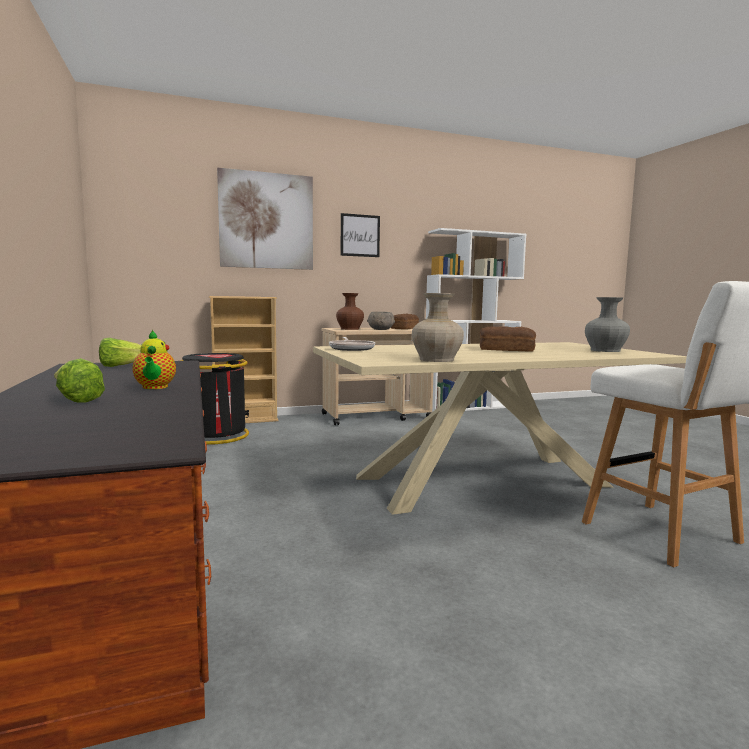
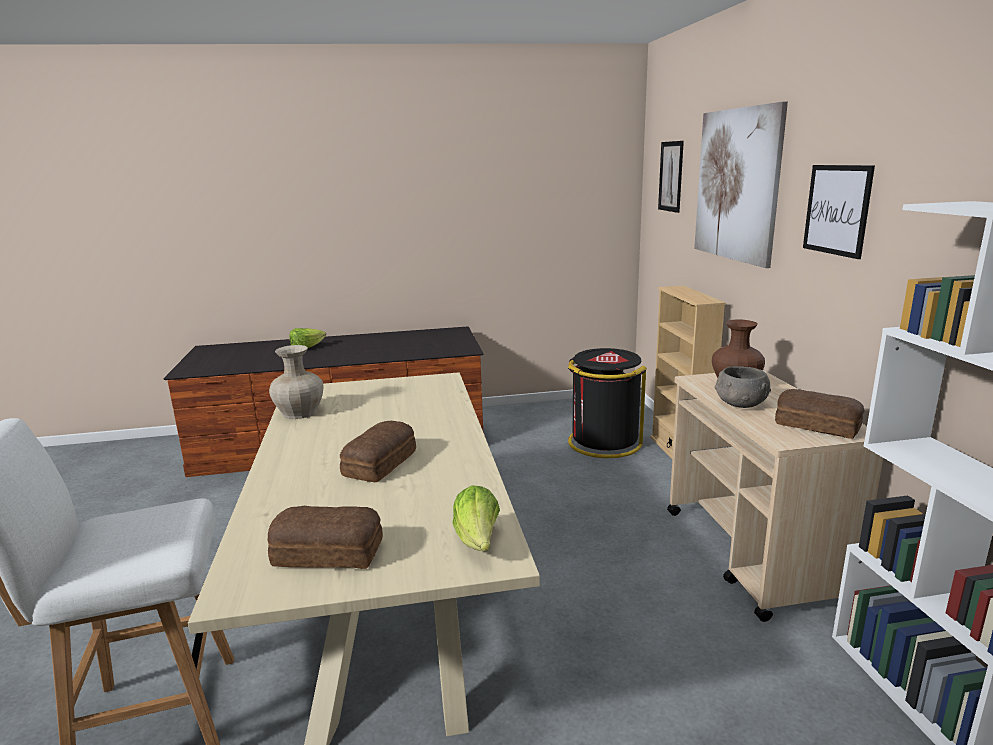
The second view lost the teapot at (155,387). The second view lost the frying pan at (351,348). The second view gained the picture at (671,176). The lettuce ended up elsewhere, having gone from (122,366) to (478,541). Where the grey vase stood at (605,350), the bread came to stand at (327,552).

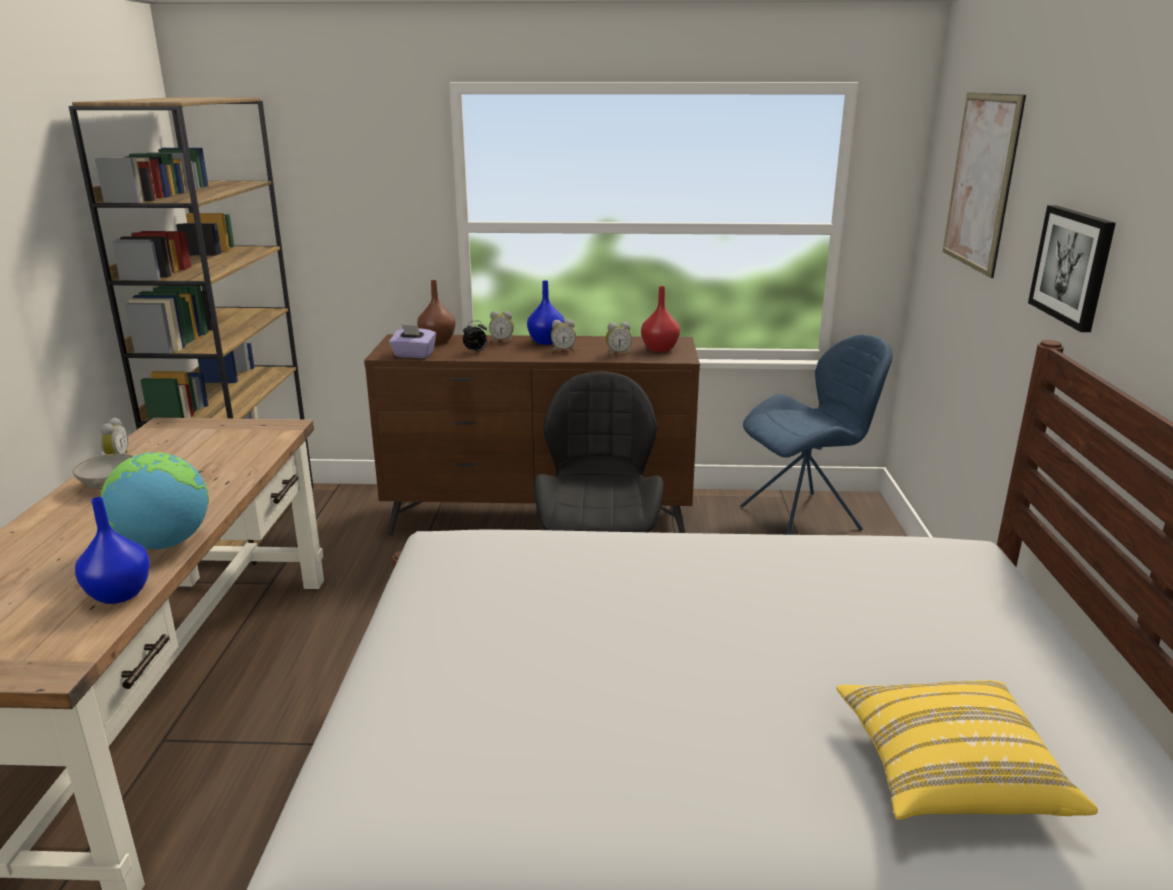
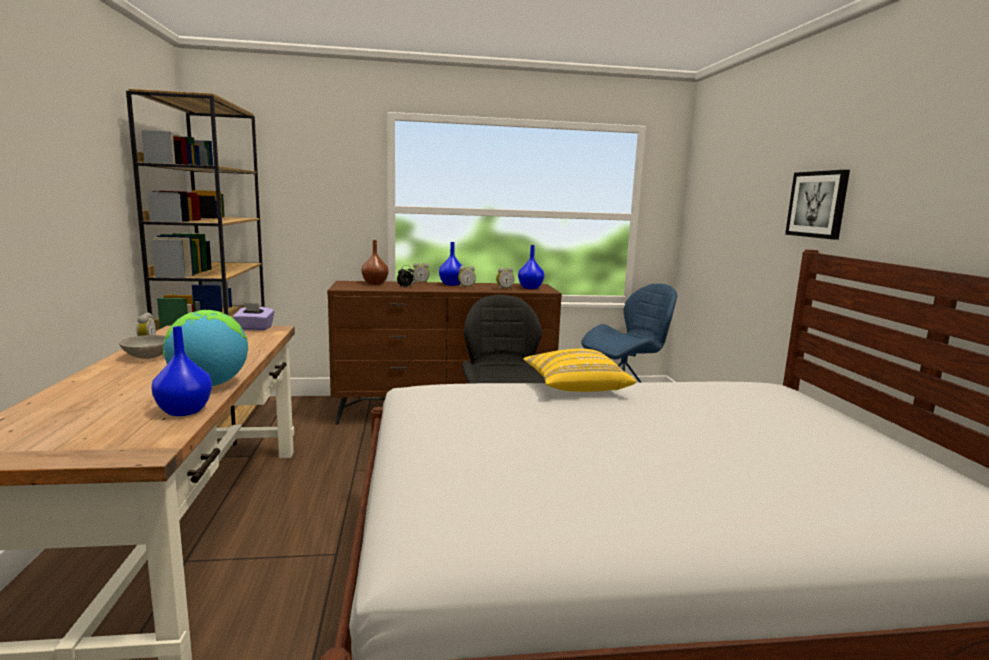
The second view lost the picture at (981,181). The purple tissue box ended up elsewhere, having gone from (413,355) to (254,328). The yellow pillow ended up elsewhere, having gone from (948,774) to (575,387). What was the red vase at (659,349) turned into the blue vase at (530,288).

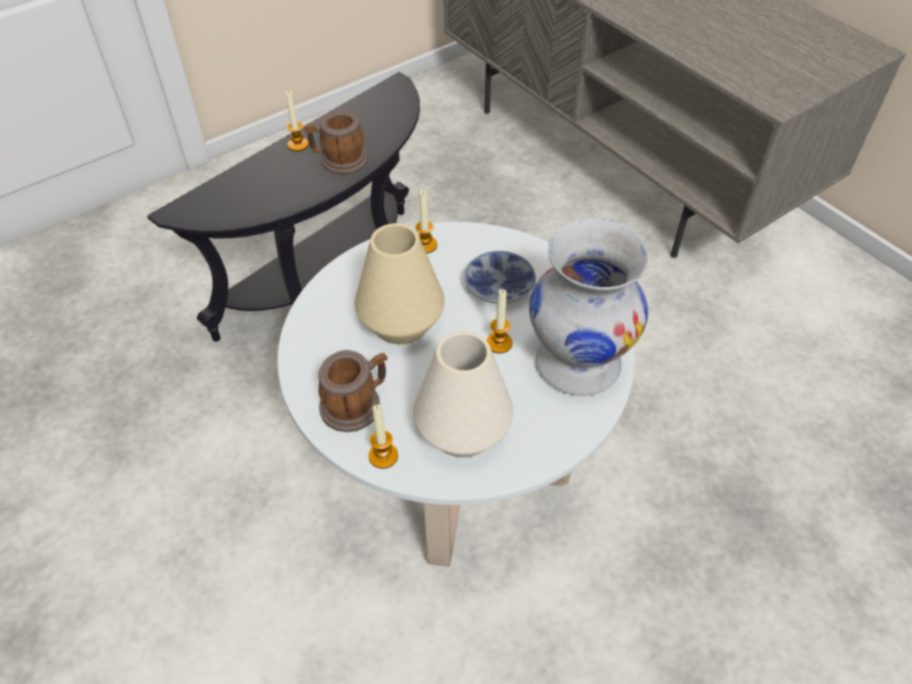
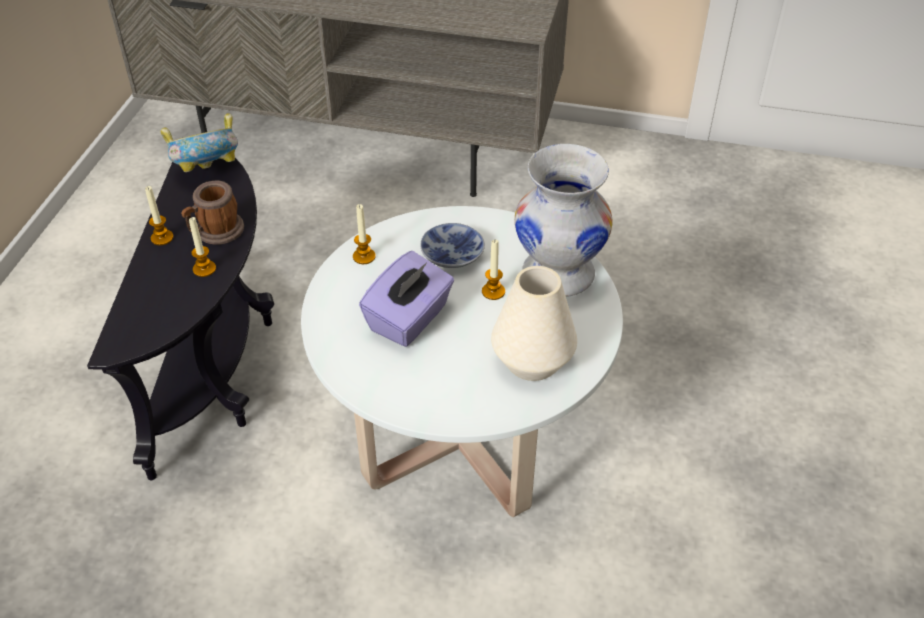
The second view lost the mug at (356,404). The second view gained the bowl at (208,171). The candle ended up elsewhere, having gone from (383,456) to (204,269). Where the beige vase stood at (401,323), the purple tissue box came to stand at (409,319).

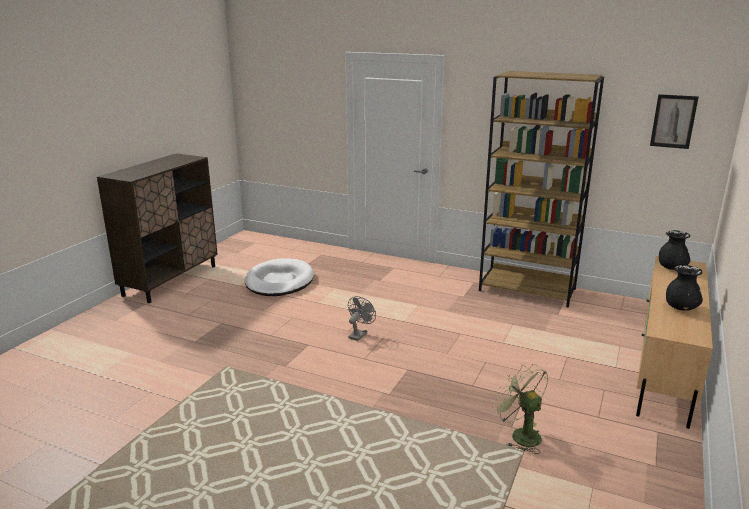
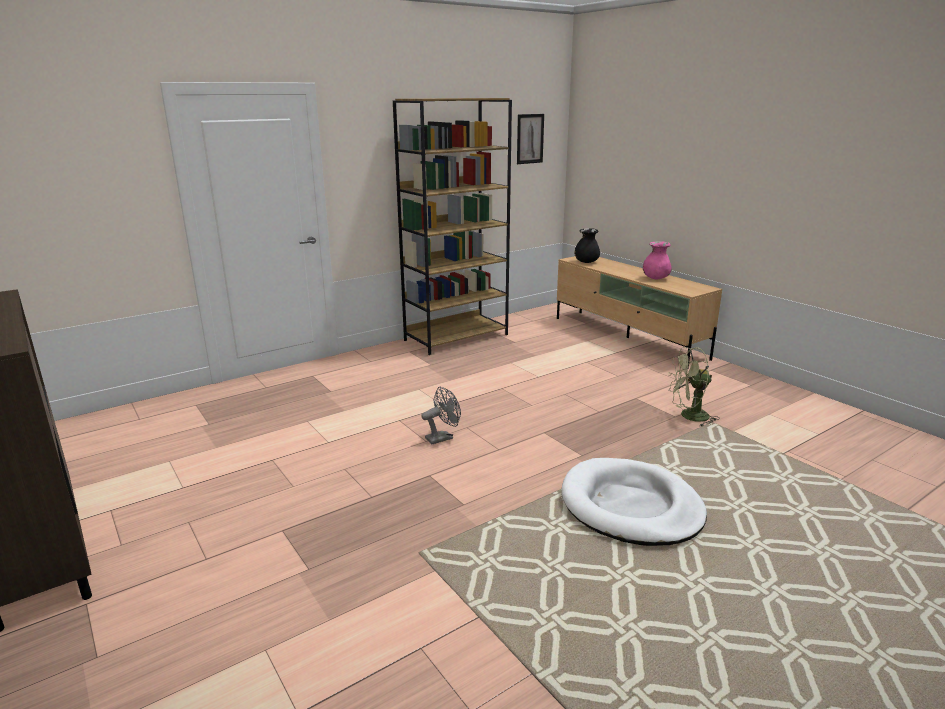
The white dog bed ended up elsewhere, having gone from (279,281) to (630,507). What was the black vase at (680,308) turned into the pink vase at (655,278). The grey fan at (359,334) ended up facing another way, 90 degrees clockwise from before.

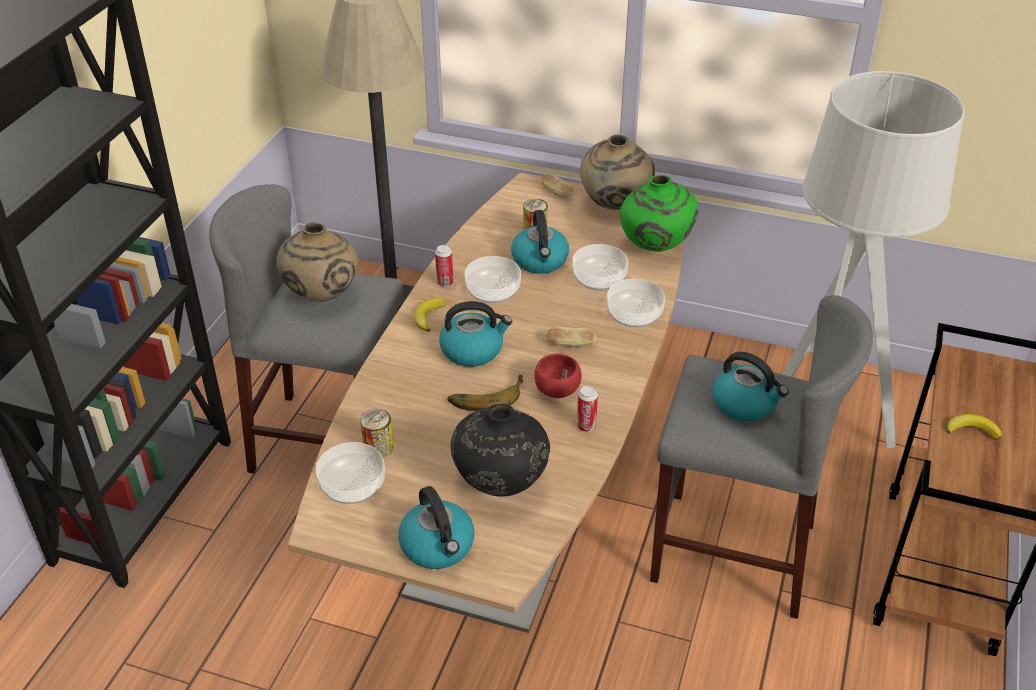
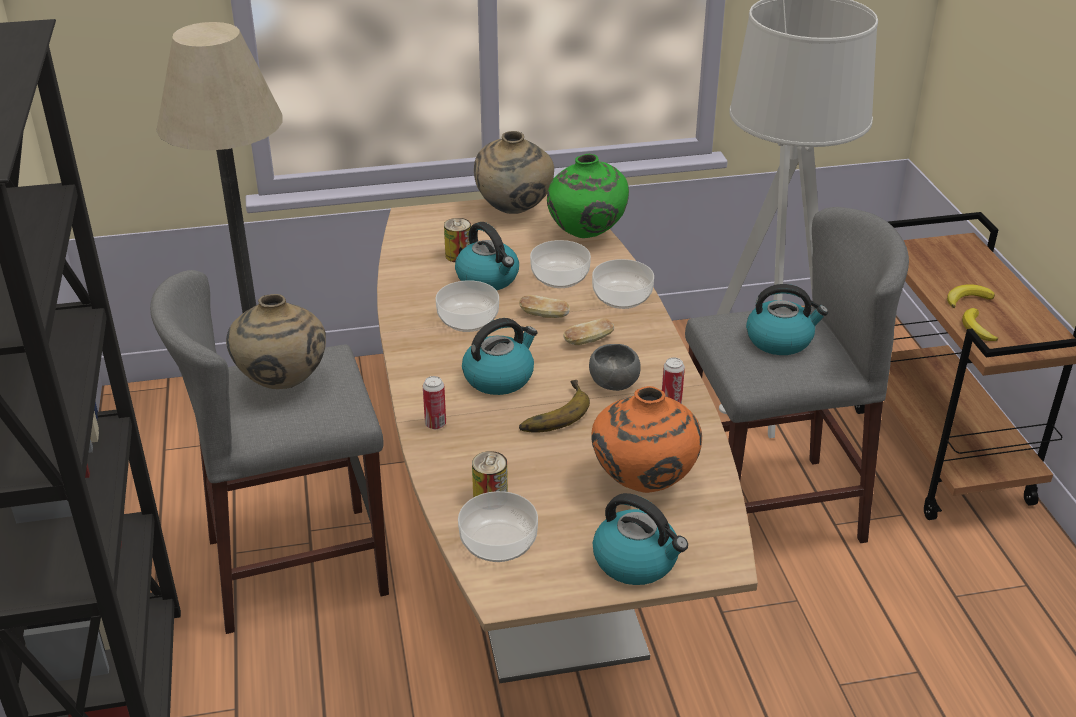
The banana ended up elsewhere, having gone from (428,316) to (976,328). The can ended up elsewhere, having gone from (445,283) to (435,424). The bread ended up elsewhere, having gone from (556,193) to (544,315). What was the black vase at (500,486) turned into the orange vase at (643,485). What was the red bowl at (556,389) turned into the grey bowl at (612,383).

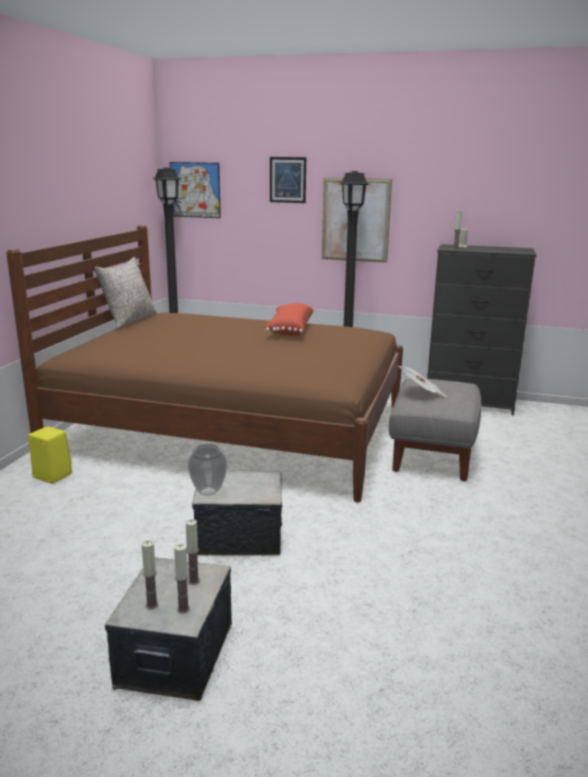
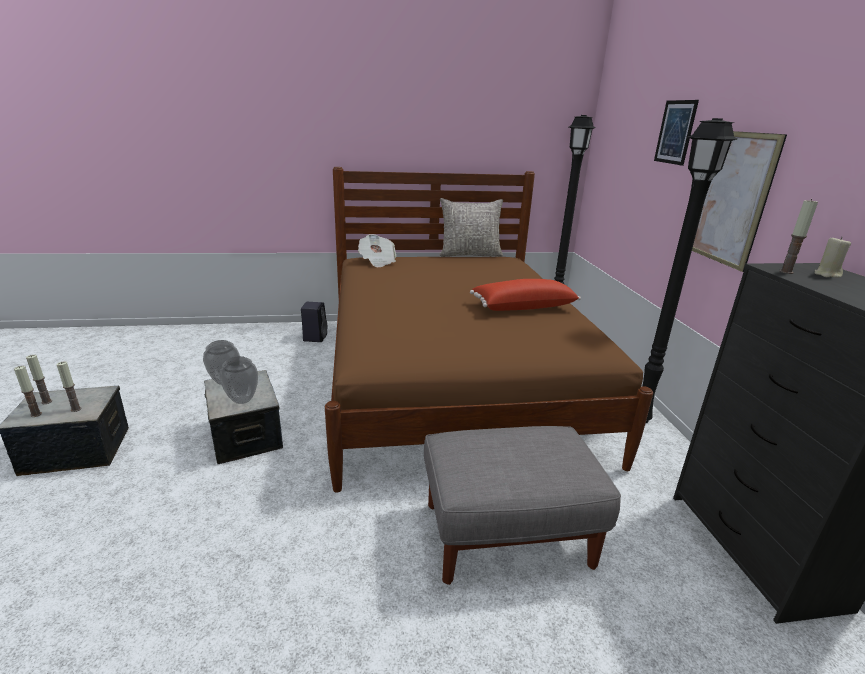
The second view lost the picture at (195,190). The second view gained the vase at (243,400). The newspaper ended up elsewhere, having gone from (422,393) to (377,261). What was the yellow speaker at (51,475) turned into the black speaker at (315,337).

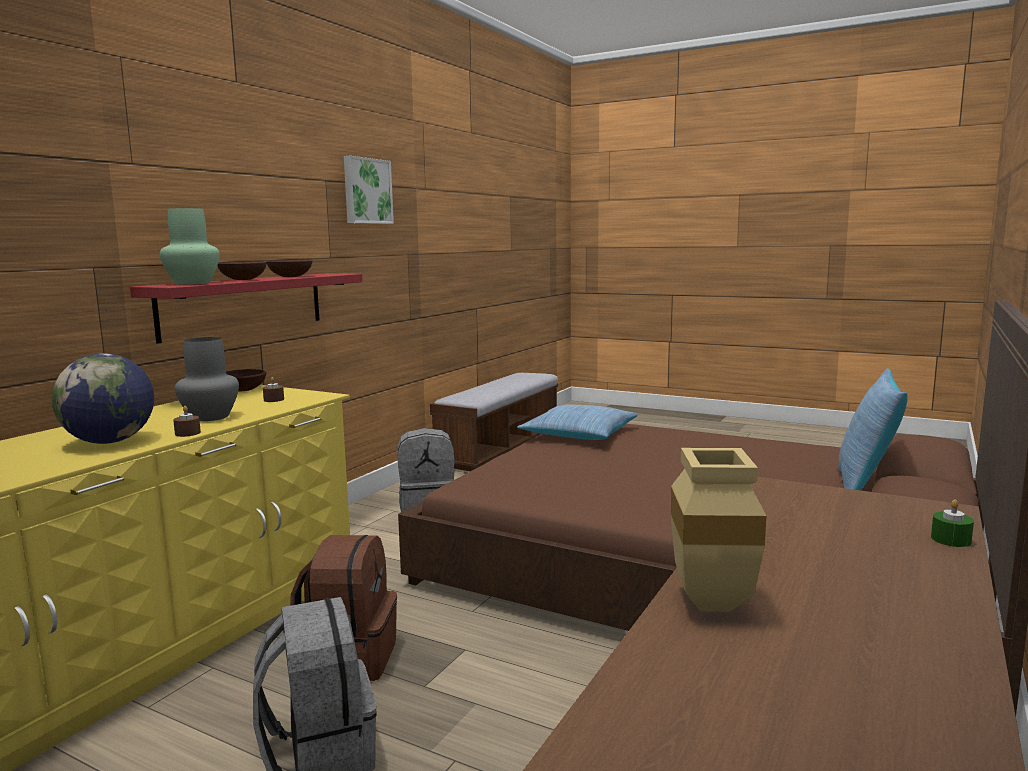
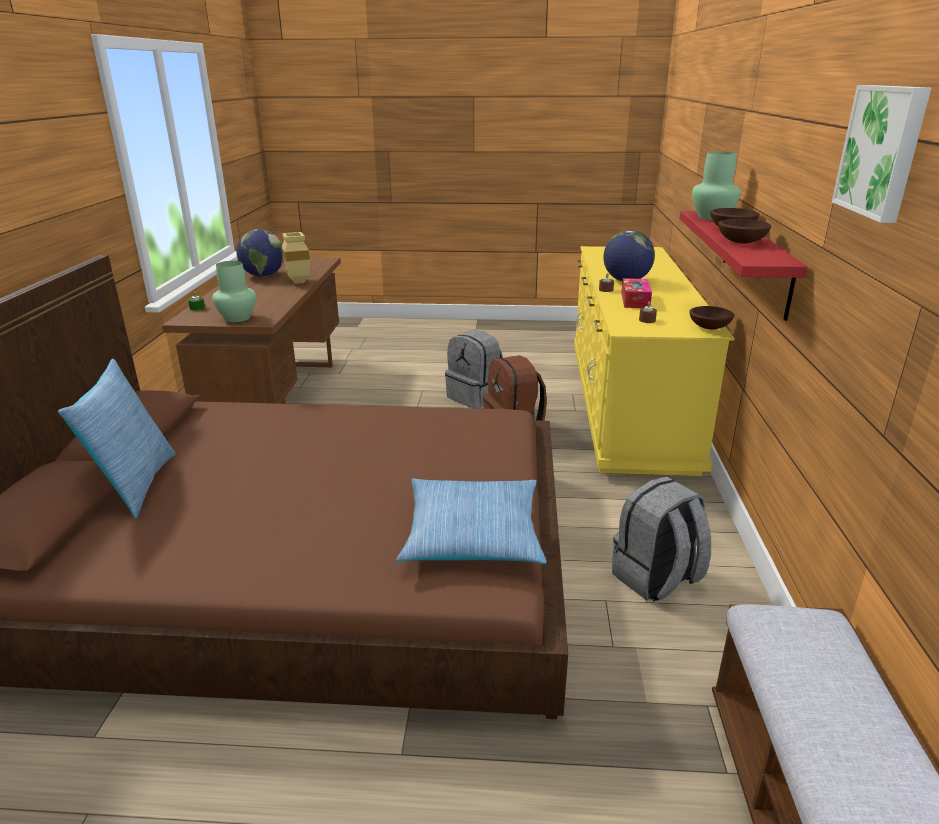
The second view gained the green vase at (237,318). The second view gained the globe at (263,275). Where the grey vase stood at (210,417), the tissue box came to stand at (635,300).

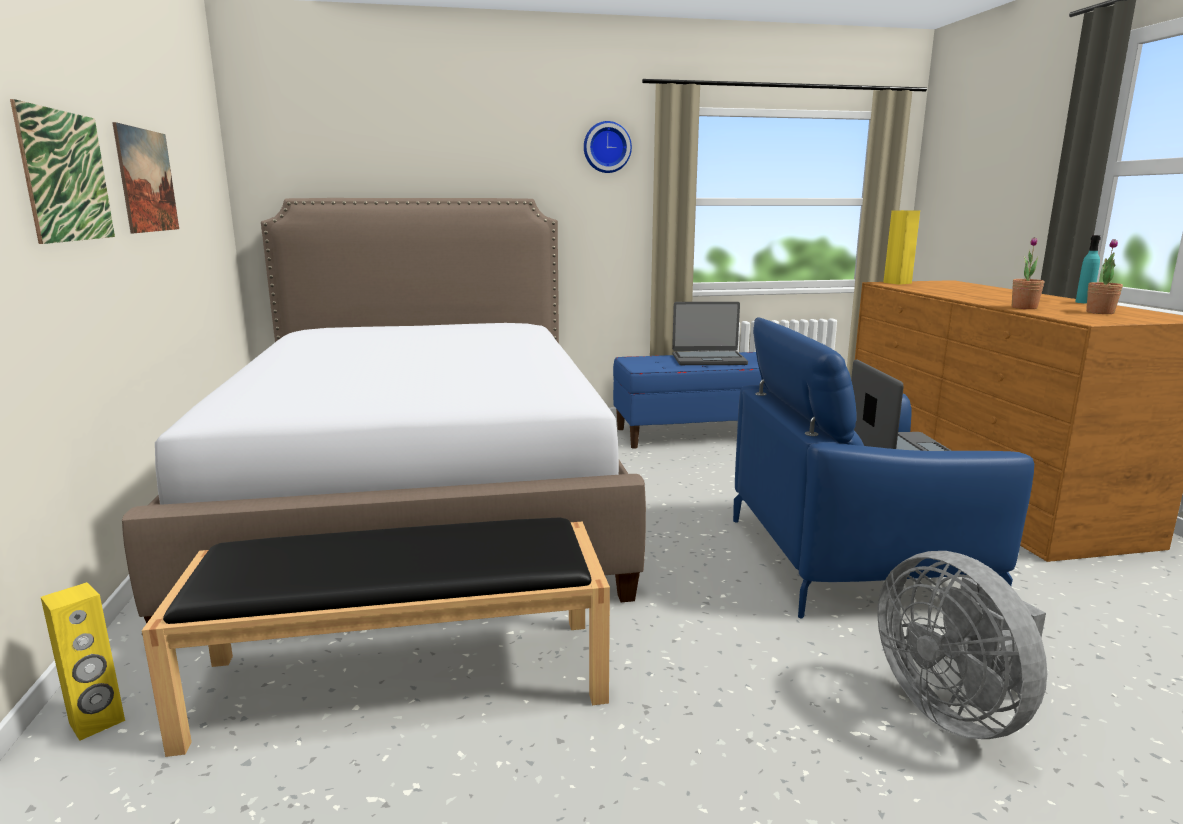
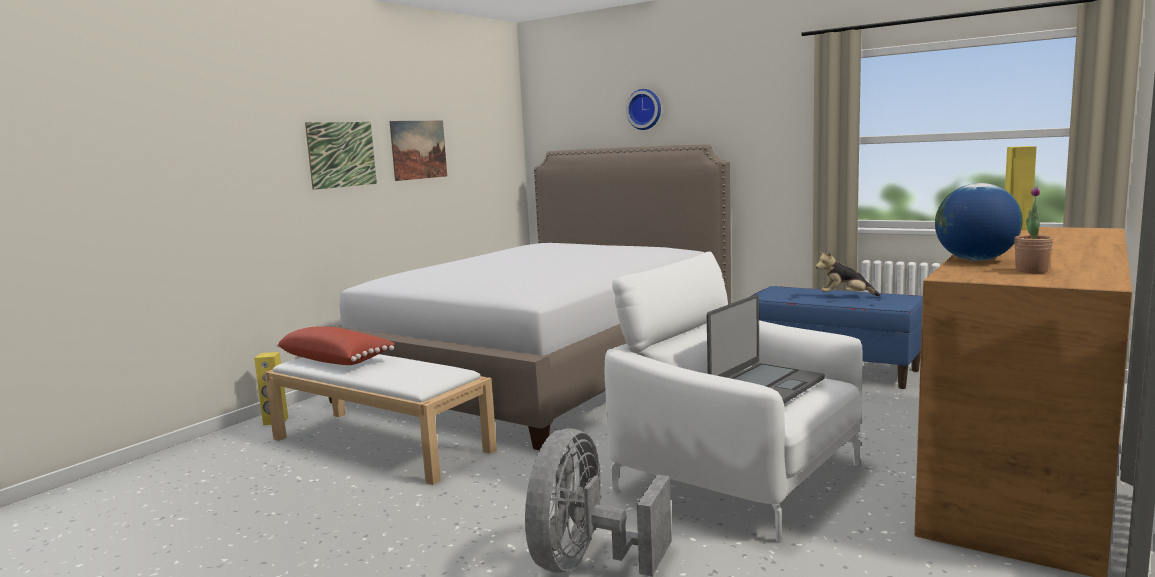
The second view lost the turquoise bottle at (1084,302). The second view gained the red pillow at (337,360). The wall clock ended up elsewhere, having gone from (606,147) to (645,109). Where the laptop stood at (708,359), the plush toy came to stand at (845,296). Where the potted plant stood at (1024,308), the globe came to stand at (975,260). What was the black bench at (406,678) turned into the white bench at (382,444). What was the blue armchair at (854,558) turned into the white armchair at (738,478).

